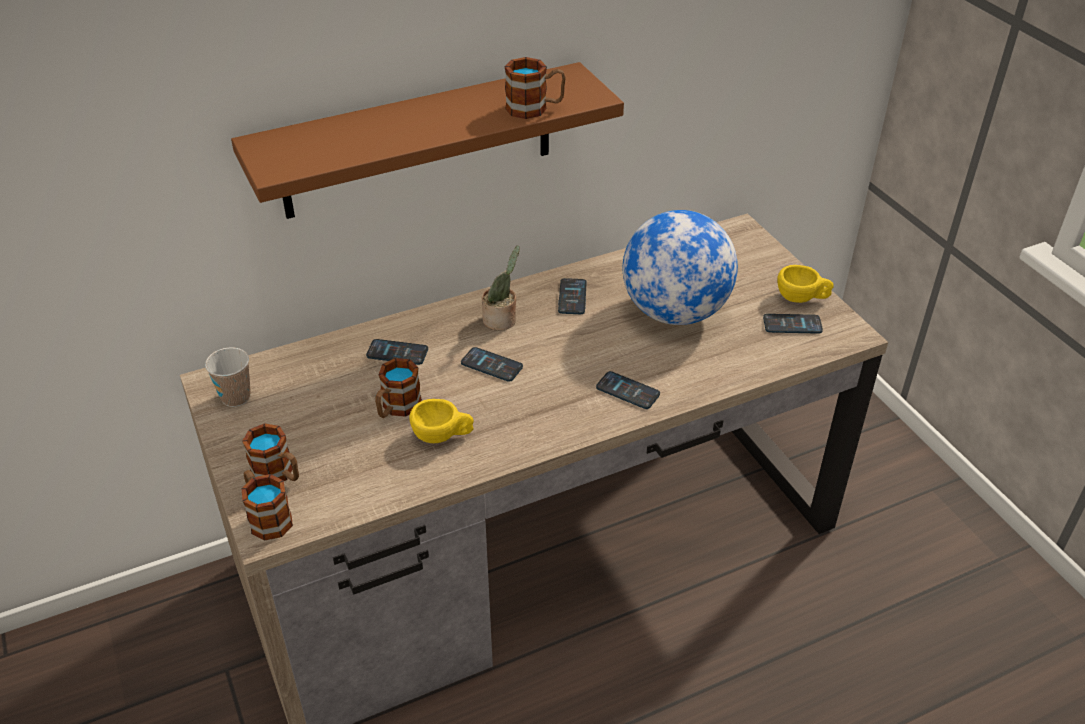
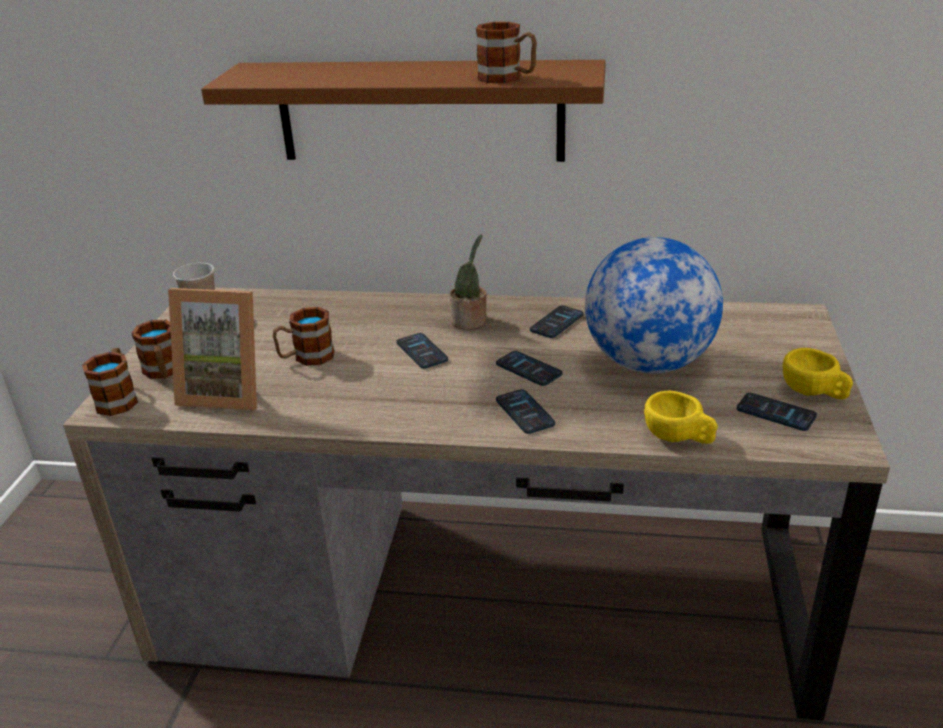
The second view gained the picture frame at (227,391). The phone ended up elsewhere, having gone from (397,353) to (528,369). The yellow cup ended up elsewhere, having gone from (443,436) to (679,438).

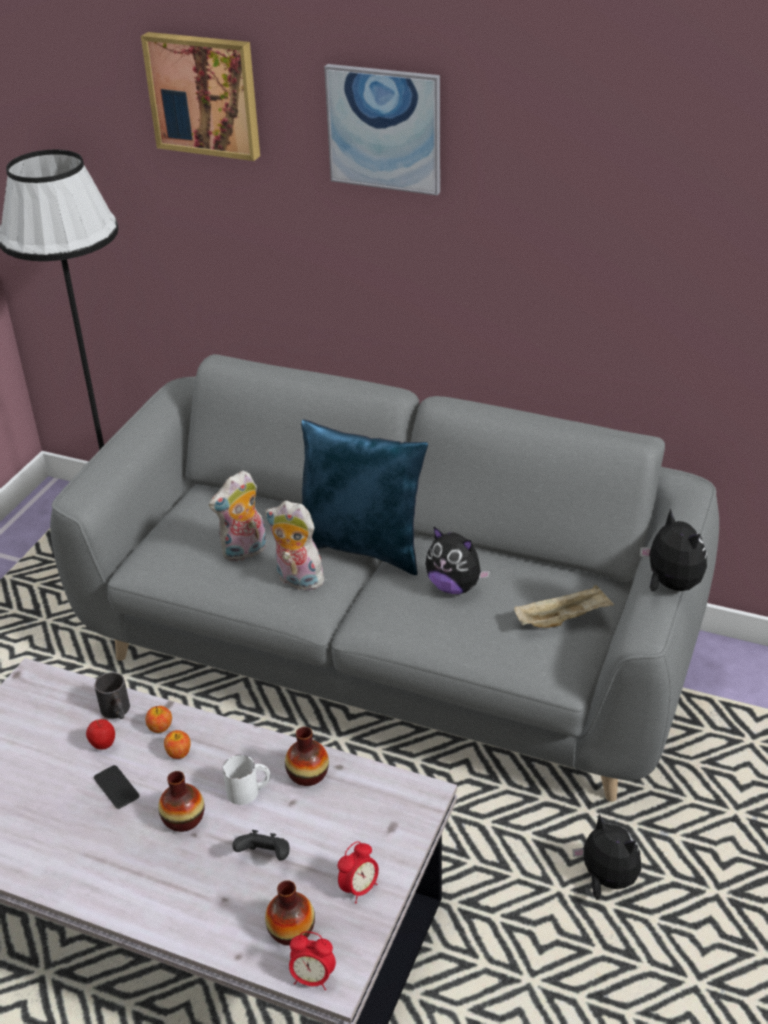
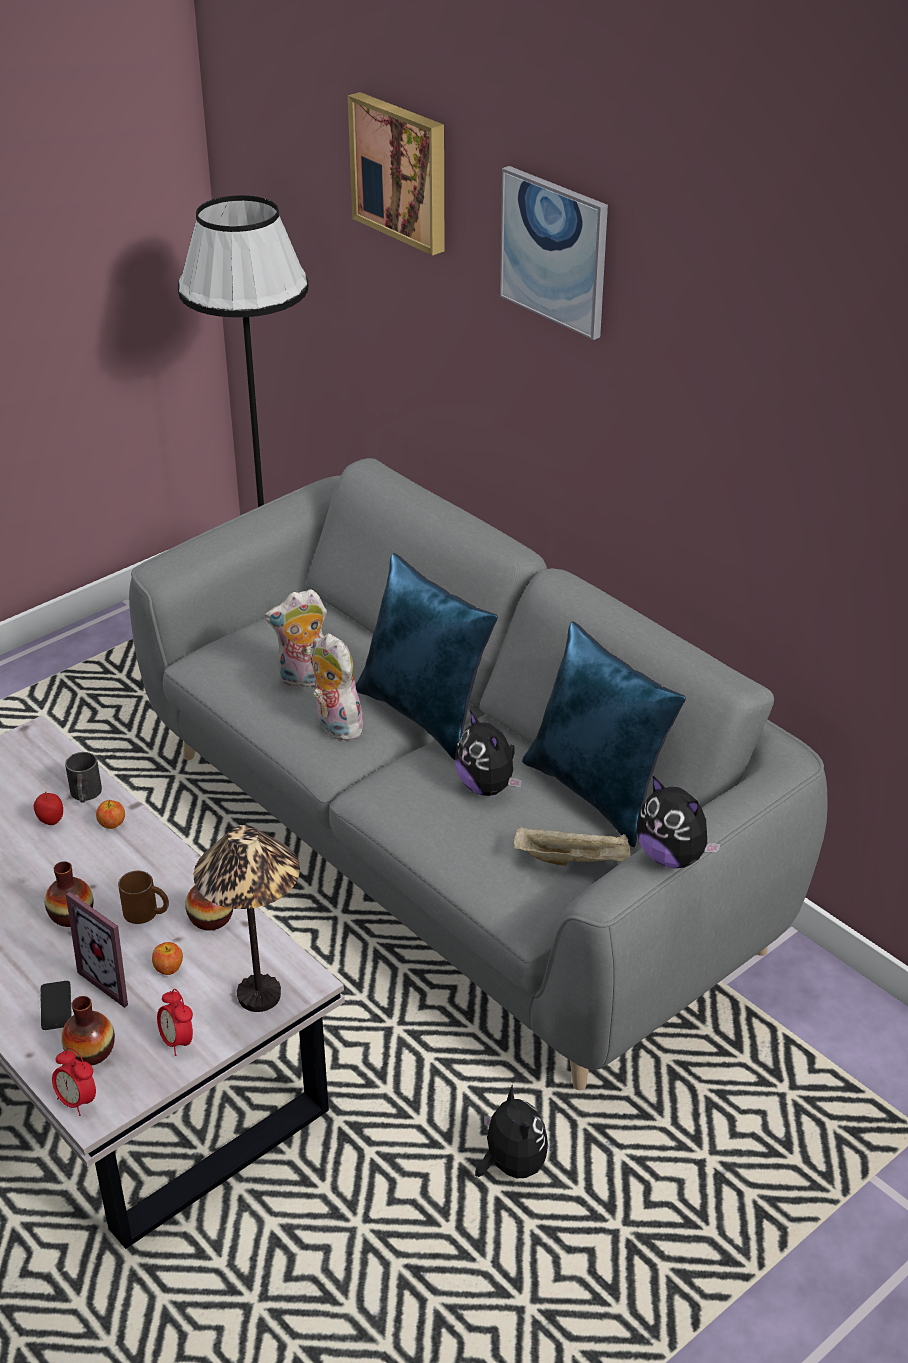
The second view gained the table lamp at (259,996). The second view gained the blue pillow at (598,792). The phone ended up elsewhere, having gone from (116,787) to (56,1006). The apple ended up elsewhere, having gone from (179,753) to (169,968). Where the black game controller stood at (265,856), the picture frame came to stand at (116,978). What was the white mug at (249,790) turned into the brown mug at (147,913). The alarm clock at (359,888) ended up facing another way, 75 degrees clockwise from before. The plush toy at (670,585) ended up facing another way, 135 degrees clockwise from before.

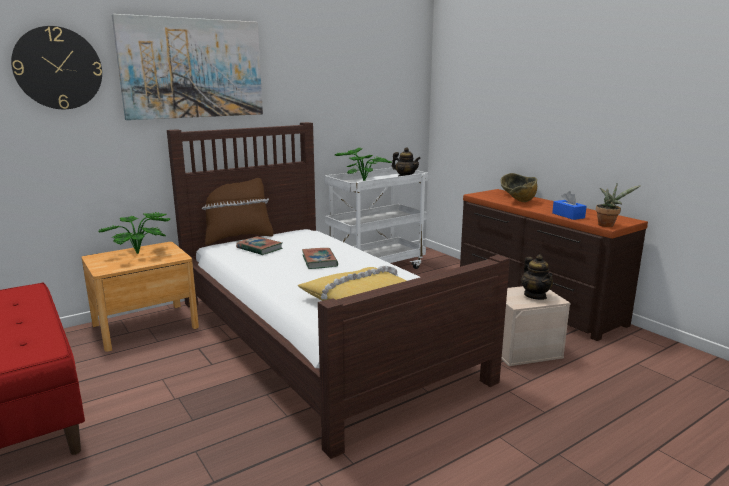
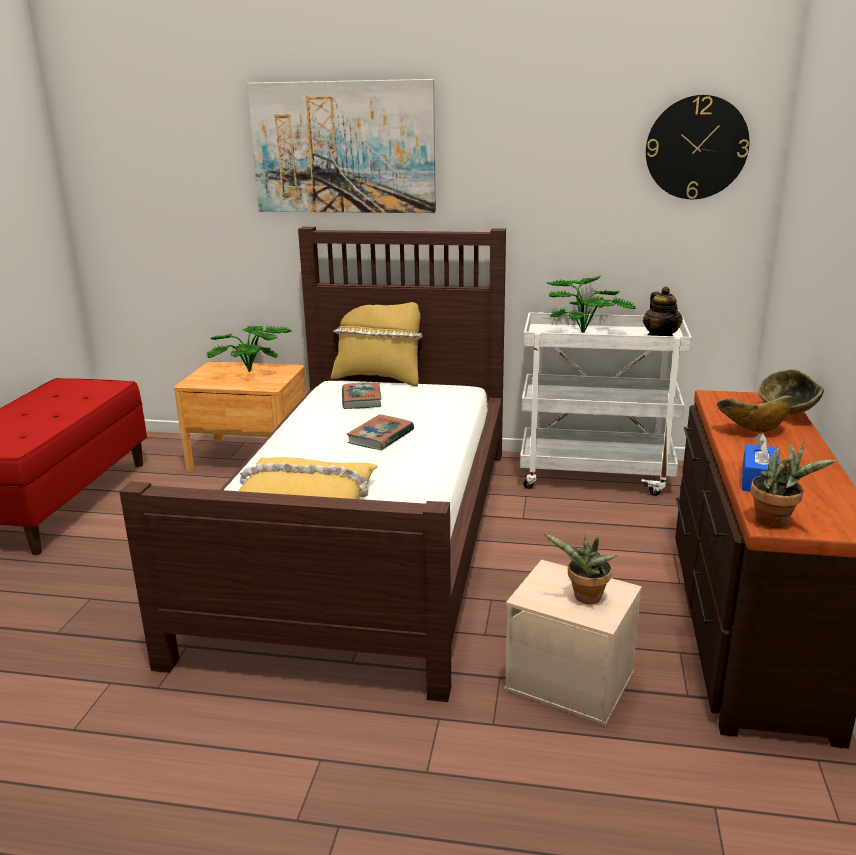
The wall clock ended up elsewhere, having gone from (58,68) to (696,148). Where the teapot stood at (535,296), the potted plant came to stand at (584,598). What was the brown pillow at (237,237) turned into the yellow pillow at (378,378).

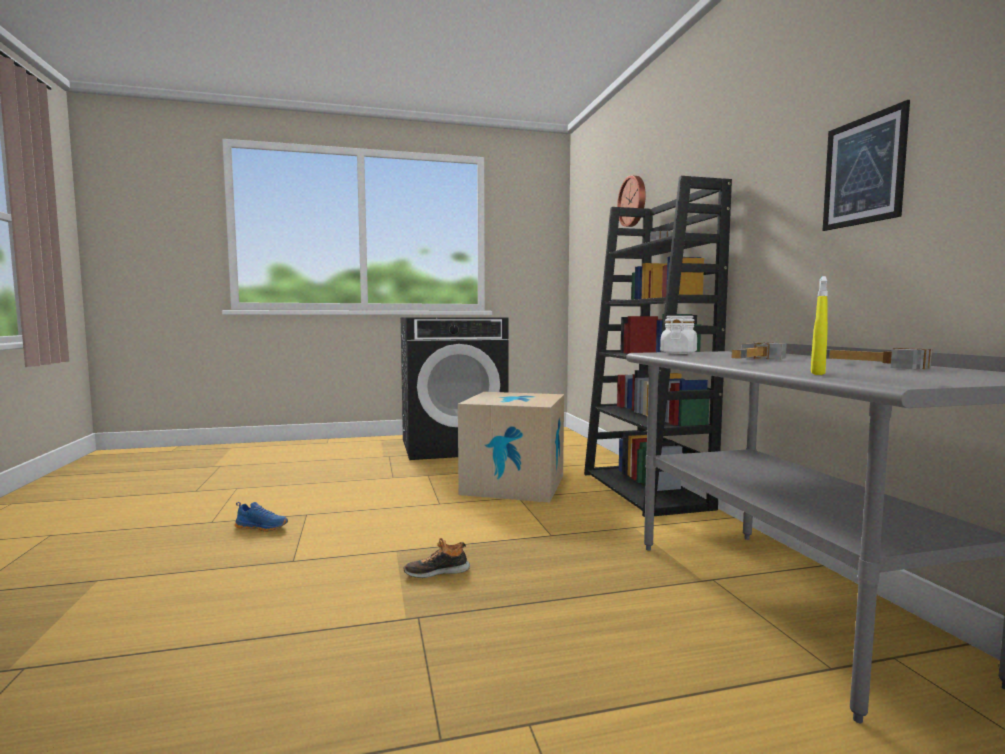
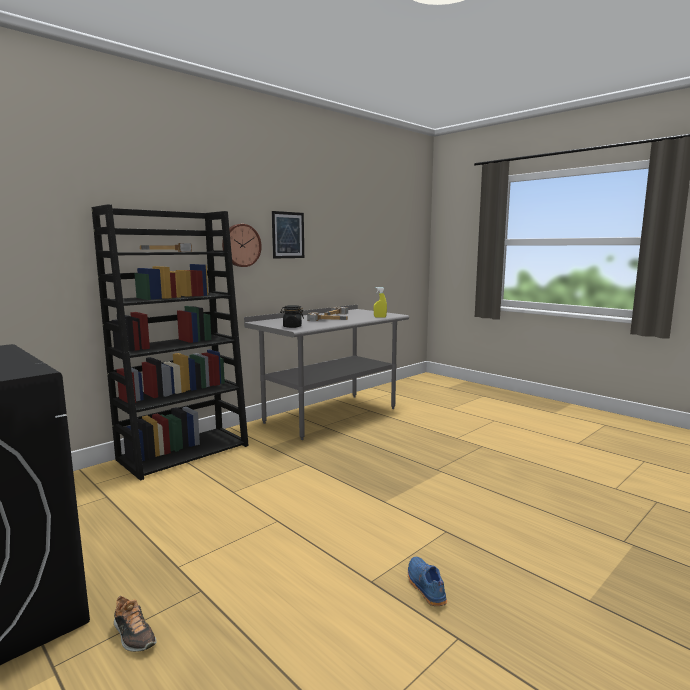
The second view lost the cardboard box at (513,485). The shoe ended up elsewhere, having gone from (437,572) to (133,635). The wall clock ended up elsewhere, having gone from (633,201) to (240,245). What was the white jar at (678,353) turned into the black jar at (292,327).

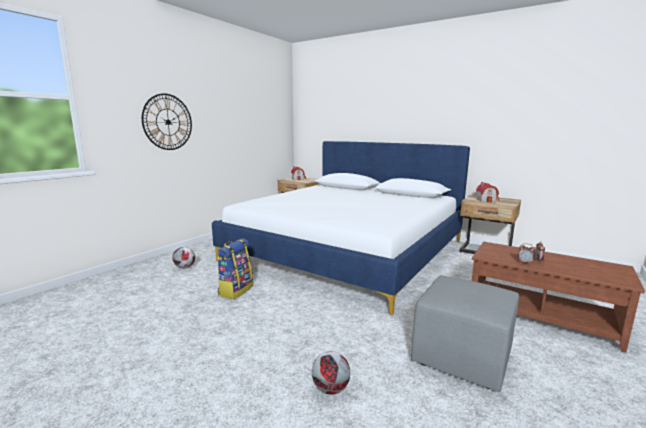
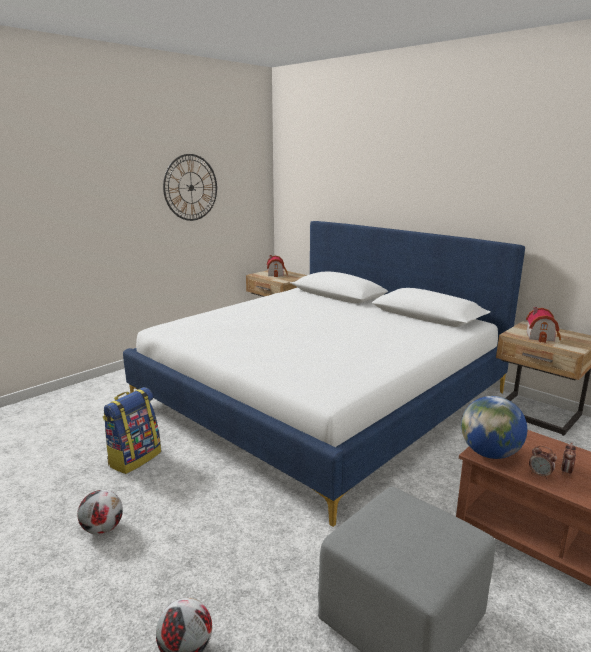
The second view gained the globe at (489,453). The wall clock ended up elsewhere, having gone from (168,122) to (191,187). The football ended up elsewhere, having gone from (184,267) to (103,528).

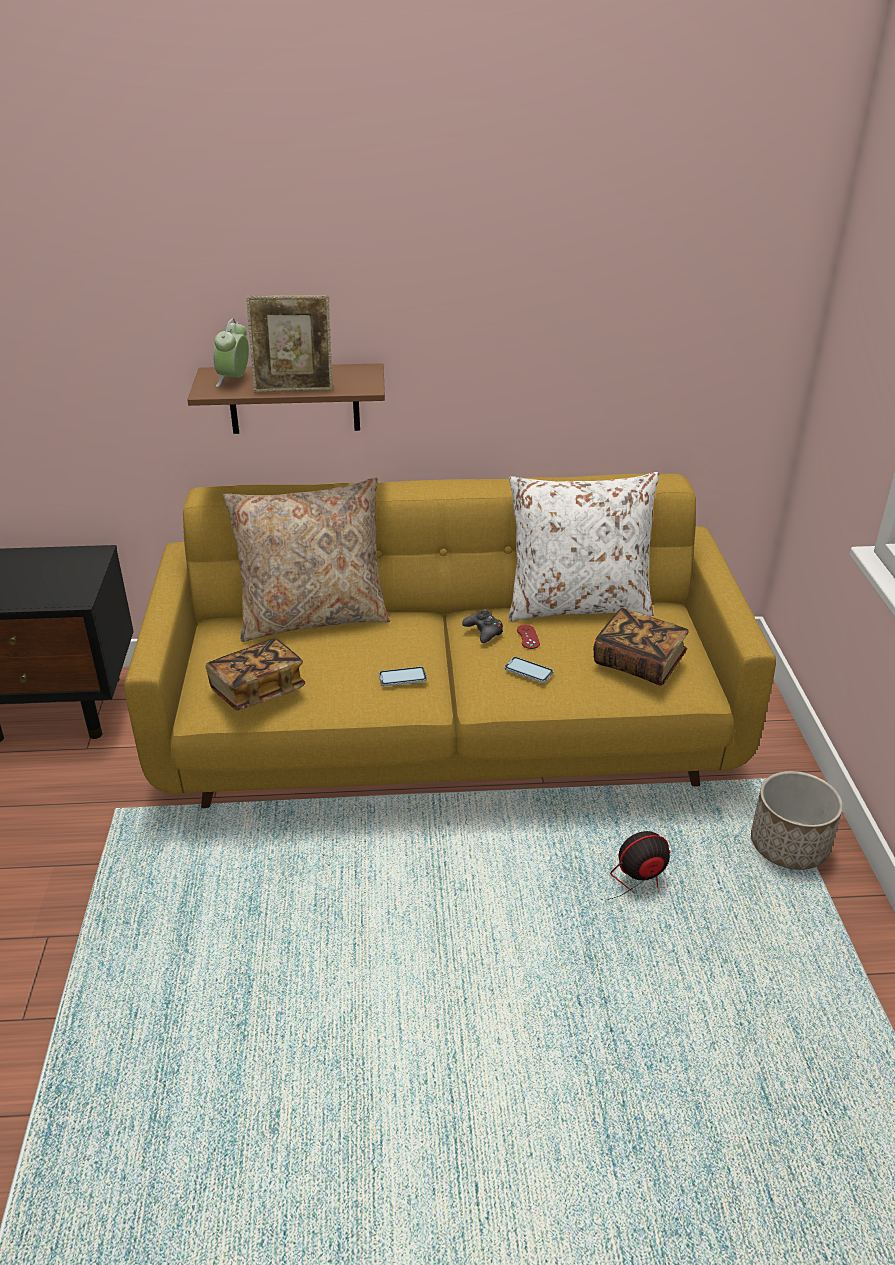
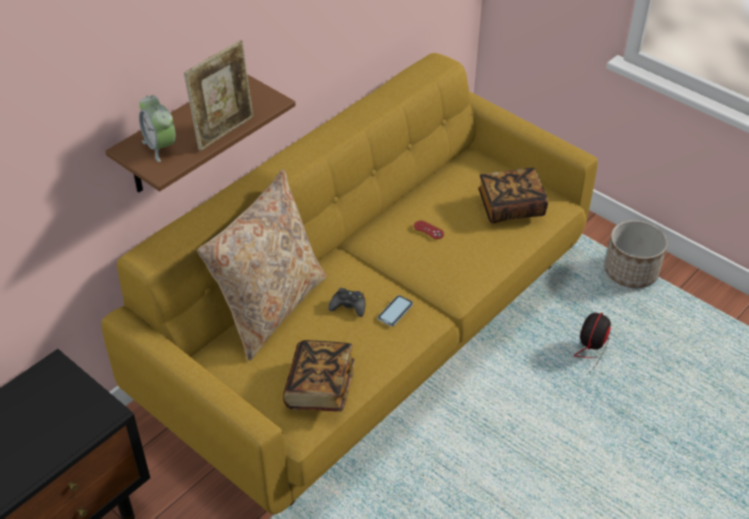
The second view lost the phone at (528,671). The second view lost the white pillow at (578,604). The black game controller ended up elsewhere, having gone from (484,631) to (348,306).

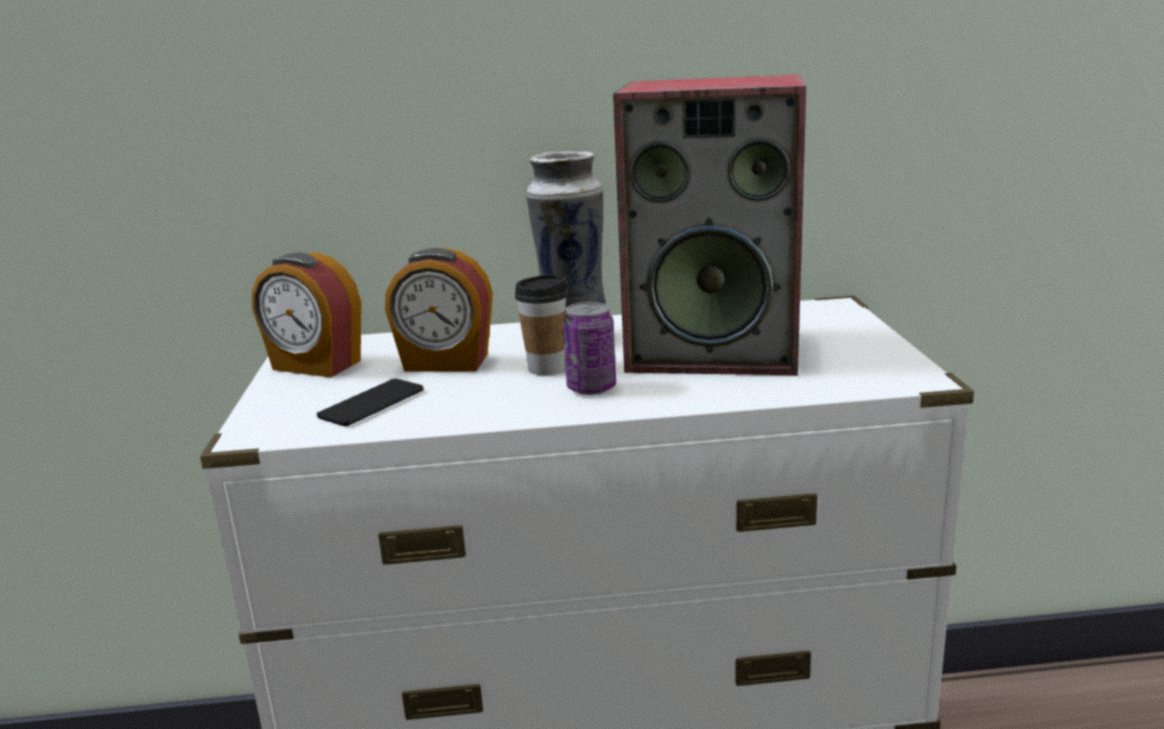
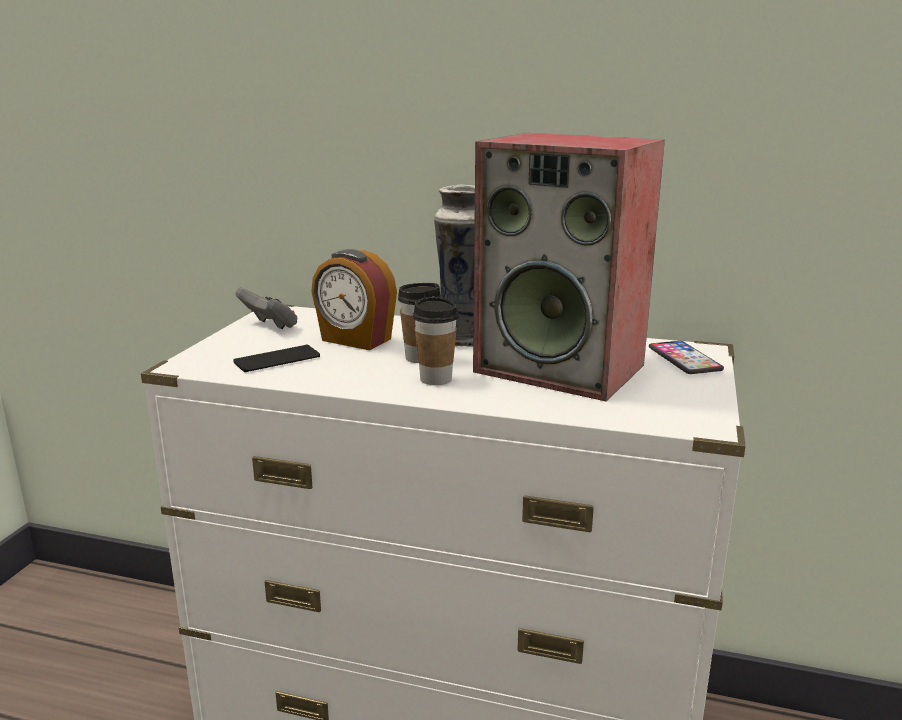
The second view gained the phone at (684,359). Where the alarm clock stood at (315,366), the grey game controller came to stand at (270,326). Where the can stood at (591,388), the cup came to stand at (436,379).

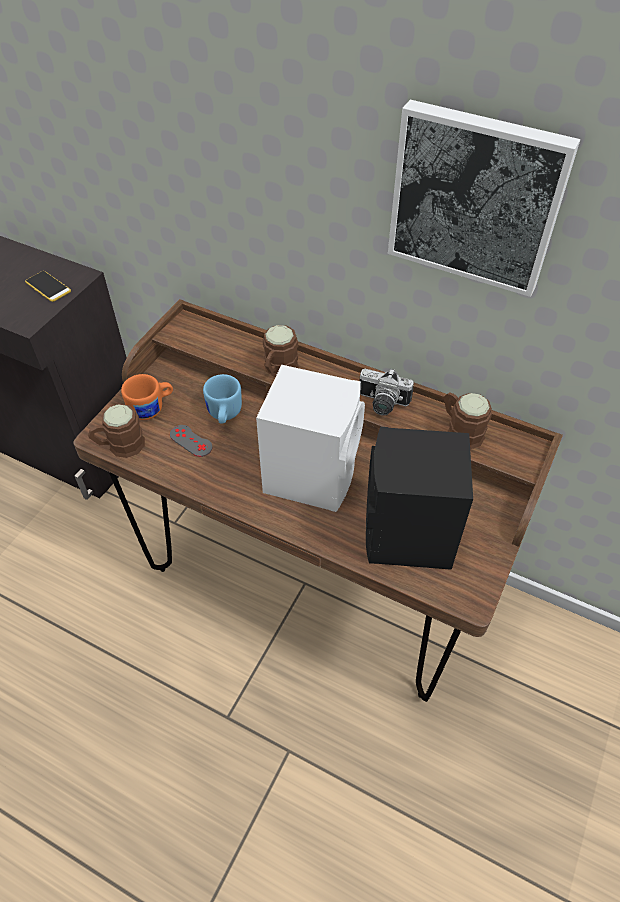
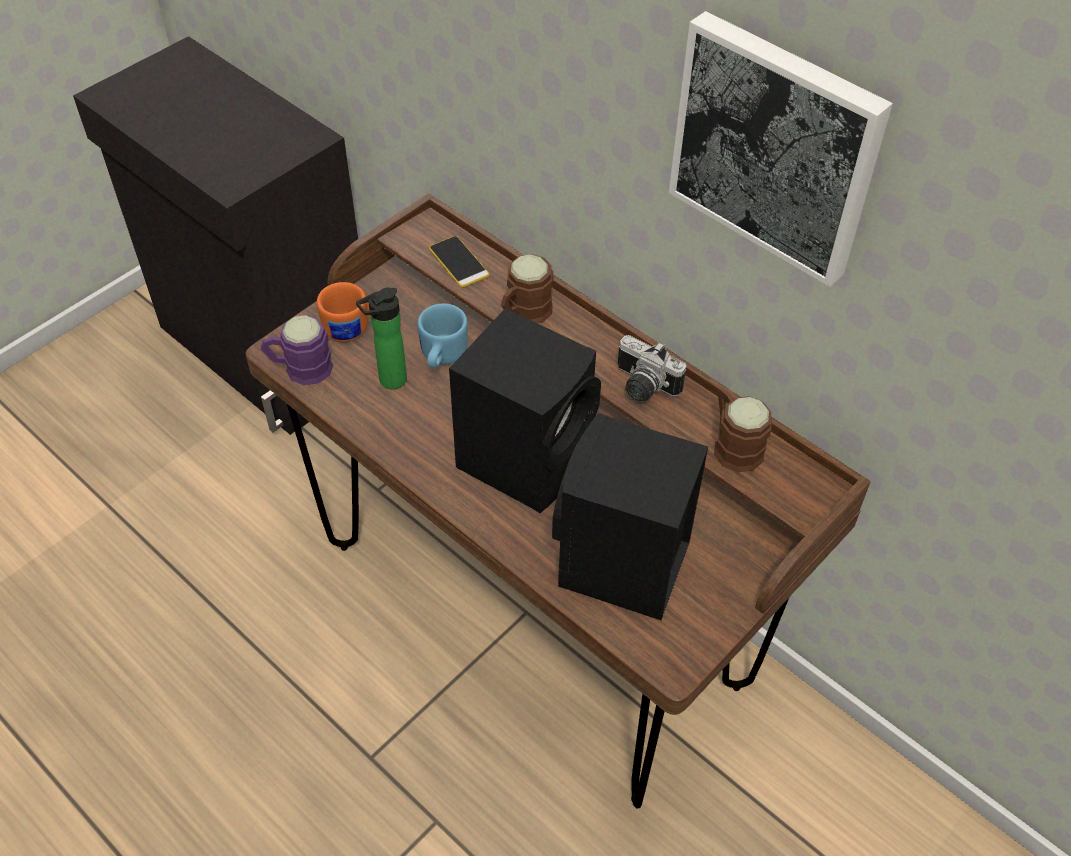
The phone ended up elsewhere, having gone from (48,287) to (459,262). Where the grey game controller stood at (191,441), the bottle came to stand at (389,381). What was the brown mug at (120,446) turned into the purple mug at (300,368). What was the white speaker at (312,474) turned into the black speaker at (527,458).

